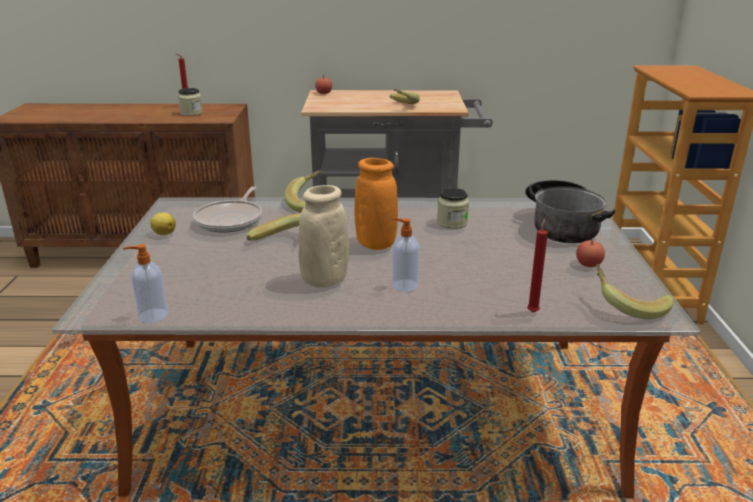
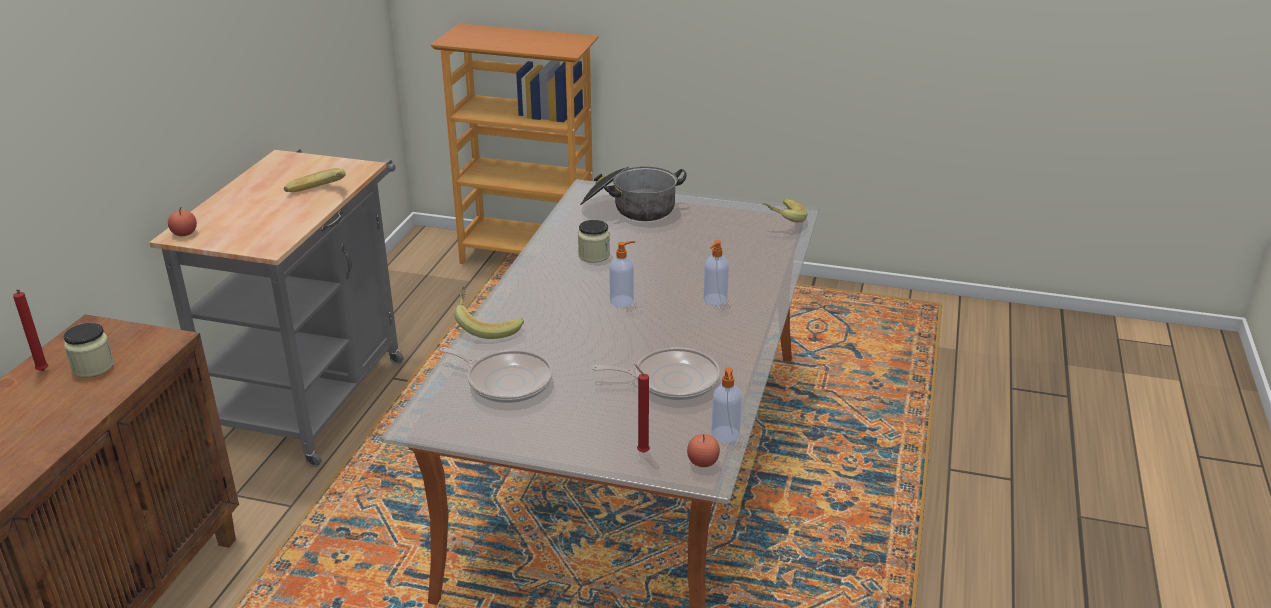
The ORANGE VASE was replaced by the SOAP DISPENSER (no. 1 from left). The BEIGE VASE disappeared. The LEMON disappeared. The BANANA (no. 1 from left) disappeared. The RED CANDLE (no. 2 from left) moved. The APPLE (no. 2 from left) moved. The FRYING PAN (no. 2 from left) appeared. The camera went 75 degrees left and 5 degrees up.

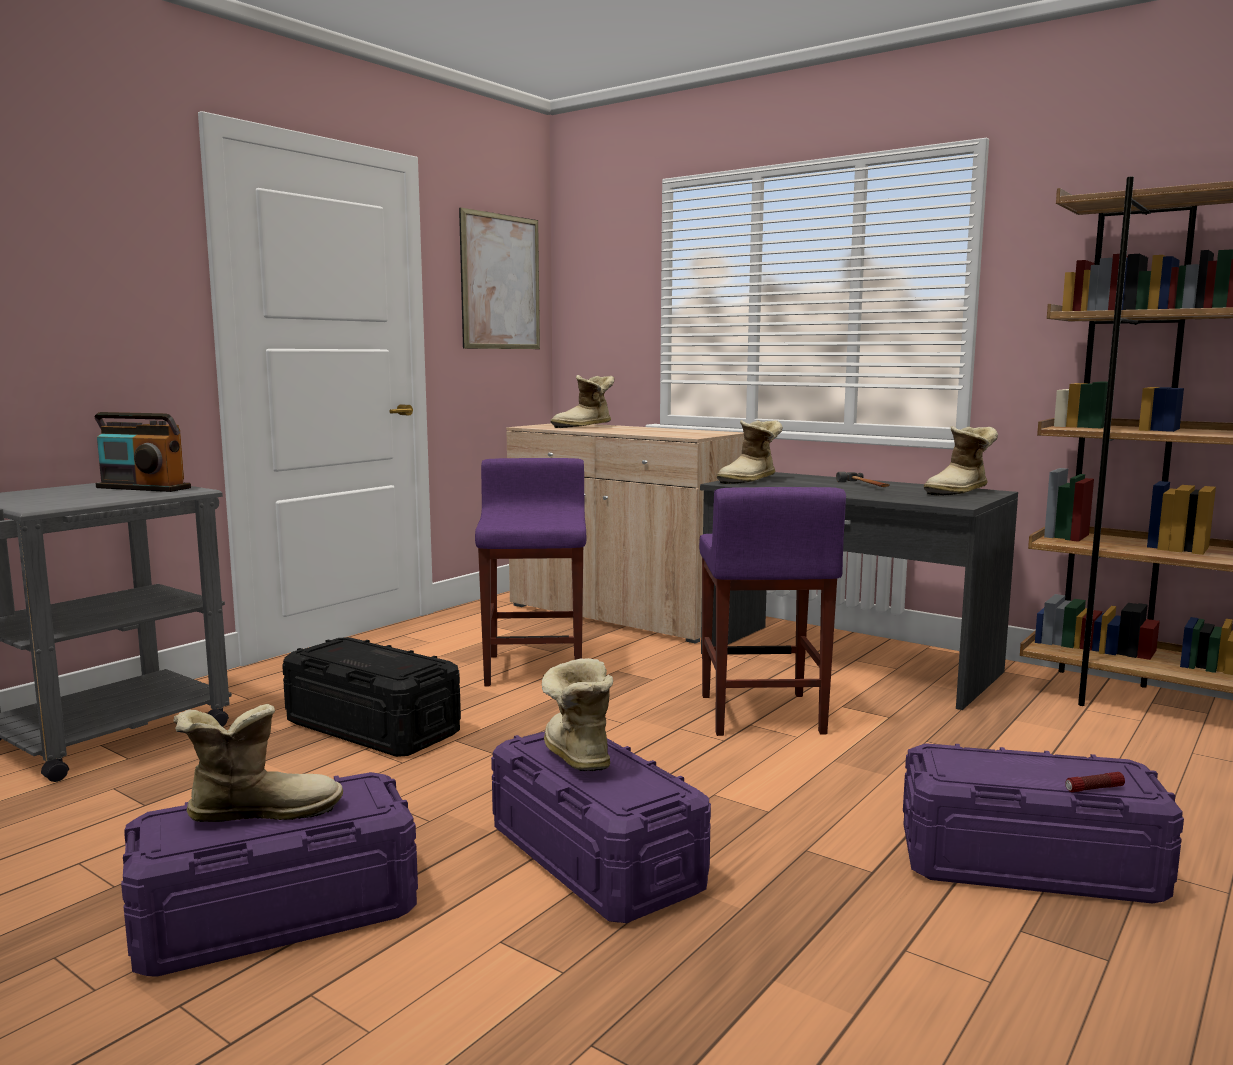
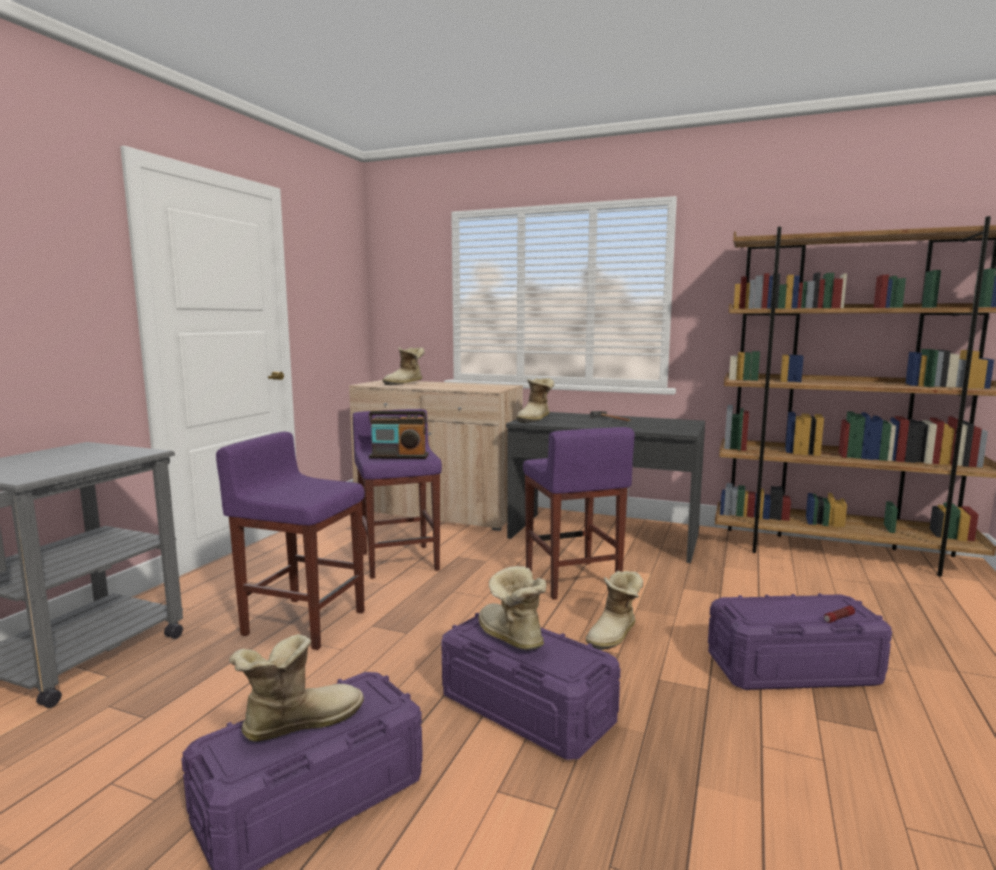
The PICTURE disappeared. The RADIO moved. The BOOT (no. 5 from left) moved. The BLACK STORAGE BOX was replaced by the PURPLE STOOL (no. 1 from left). The camera went 15 degrees left and 0 degrees up.

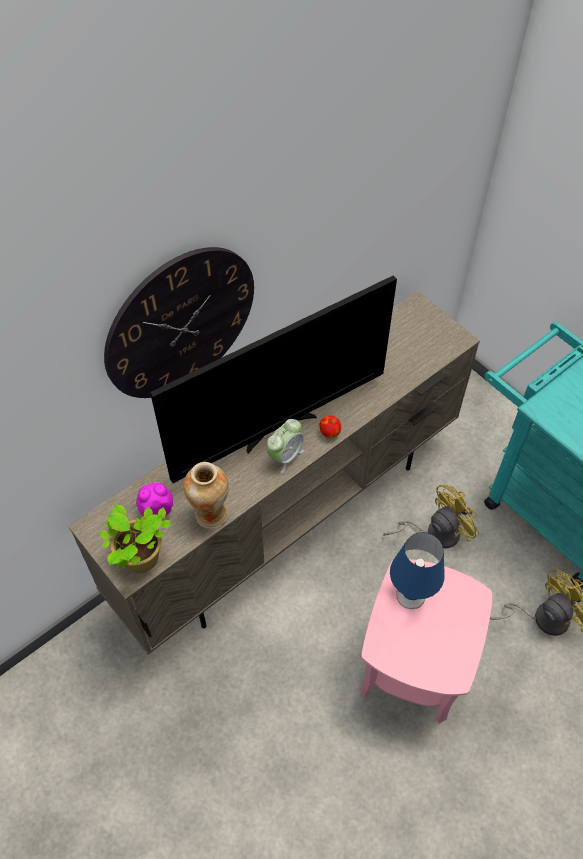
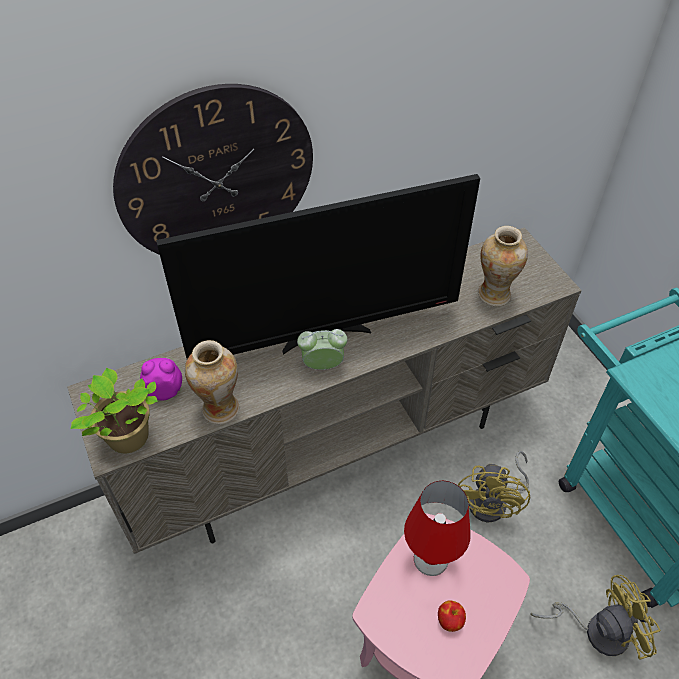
The APPLE moved. The ALARM CLOCK (no. 2 from left) turned 150 degrees counterclockwise. The YELLOW FAN (no. 1 from left) turned 120 degrees clockwise. The BLUE TABLE LAMP became the RED TABLE LAMP. The VASE (no. 2 from left) appeared. The camera went 15 degrees right and 5 degrees down.

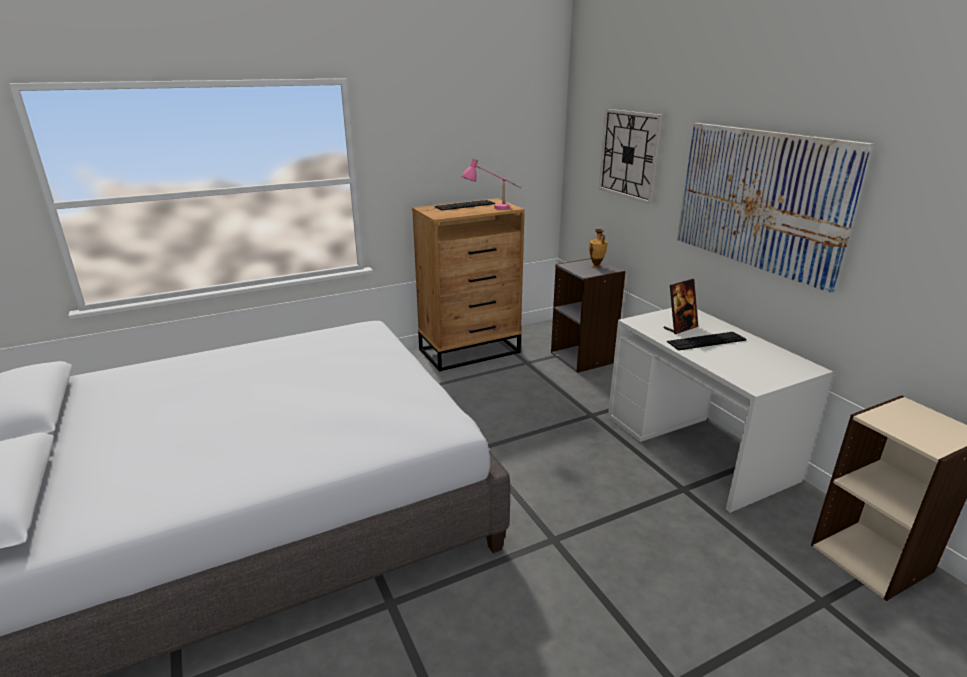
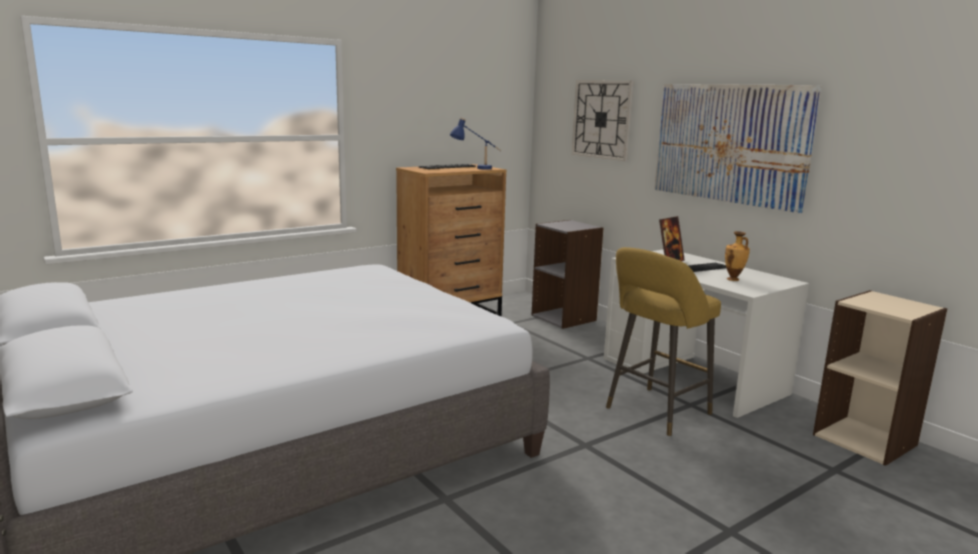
The PINK TABLE LAMP became the BLUE TABLE LAMP. The VASE moved. The YELLOW STOOL appeared. The camera went 10 degrees left and 10 degrees down.

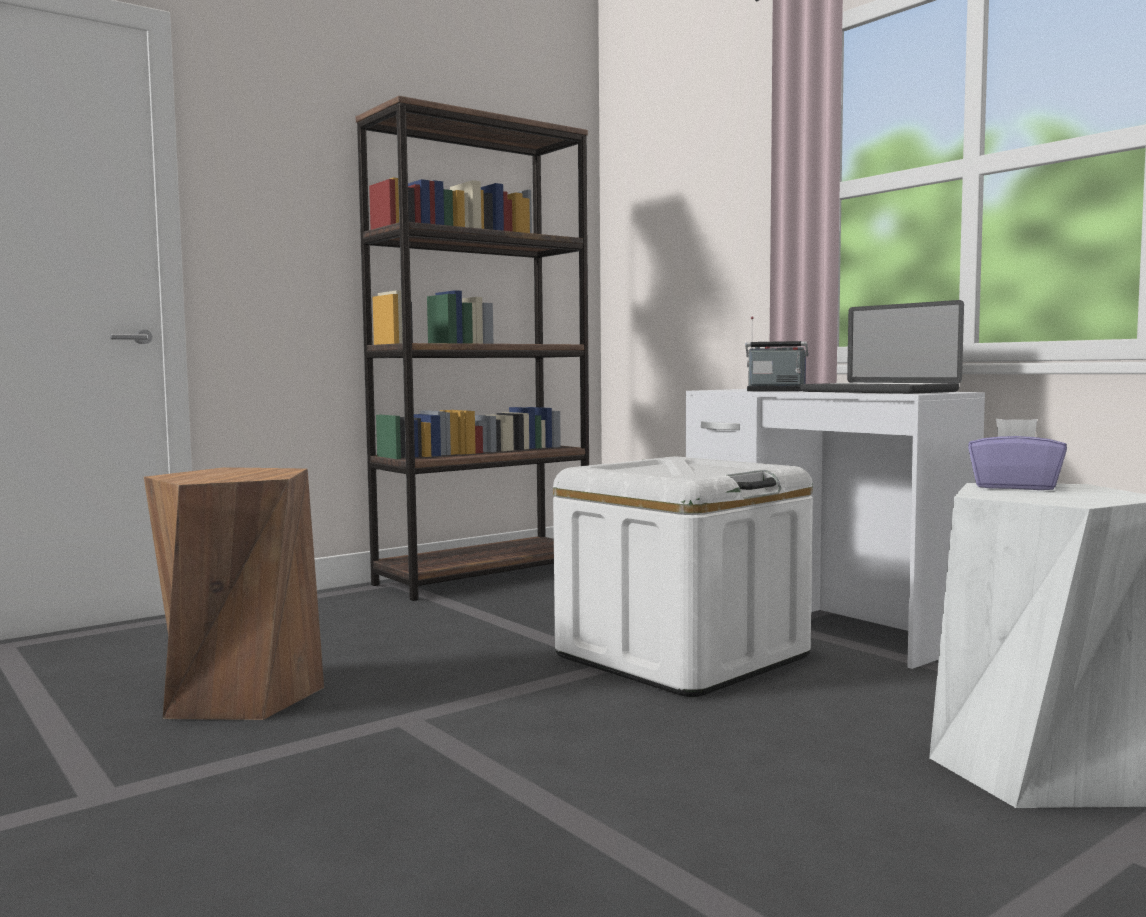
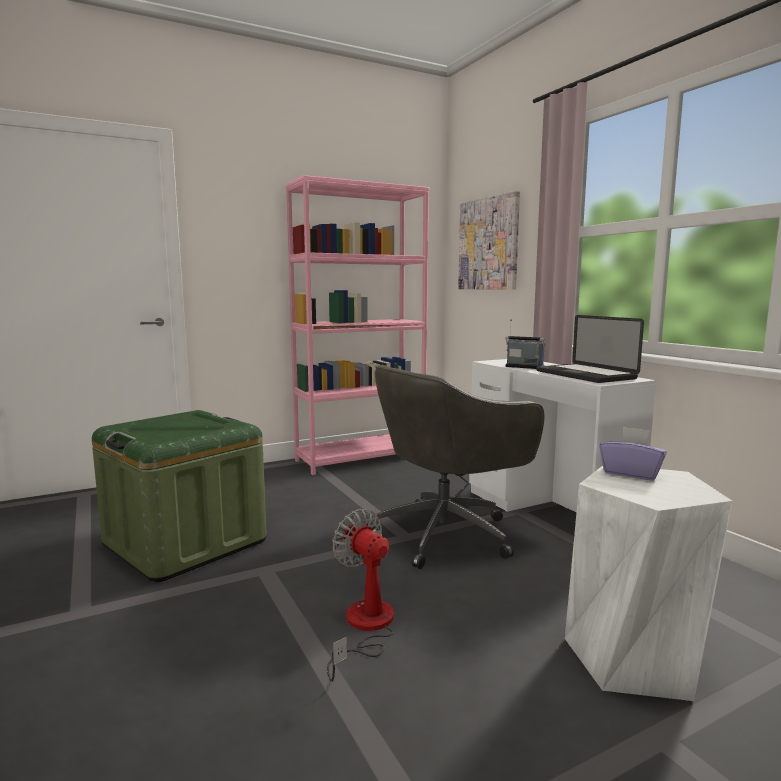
The BROWN BOOKCASE became the PINK BOOKCASE. The WHITE STORAGE BOX was replaced by the GREY OFFICE CHAIR. The BROWN STOOL was replaced by the GREEN STORAGE BOX. The PICTURE appeared. The FAN appeared. The camera went 10 degrees right and 5 degrees up.

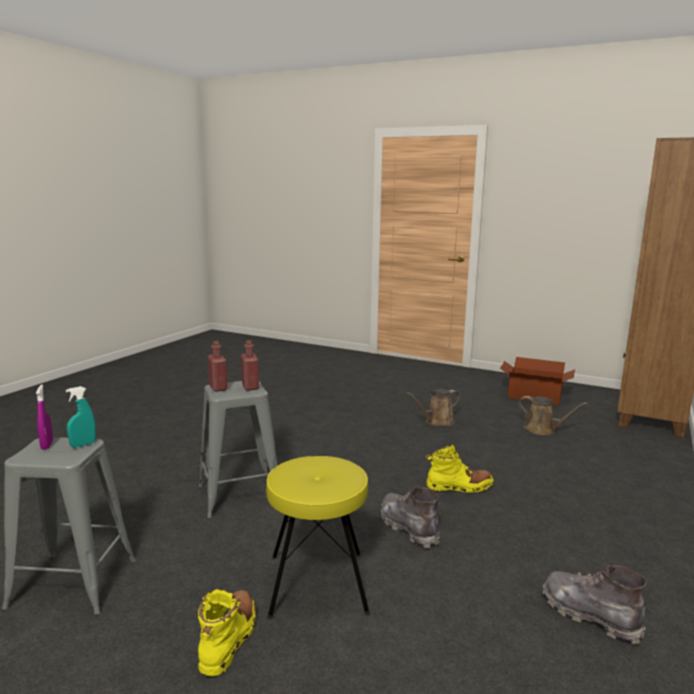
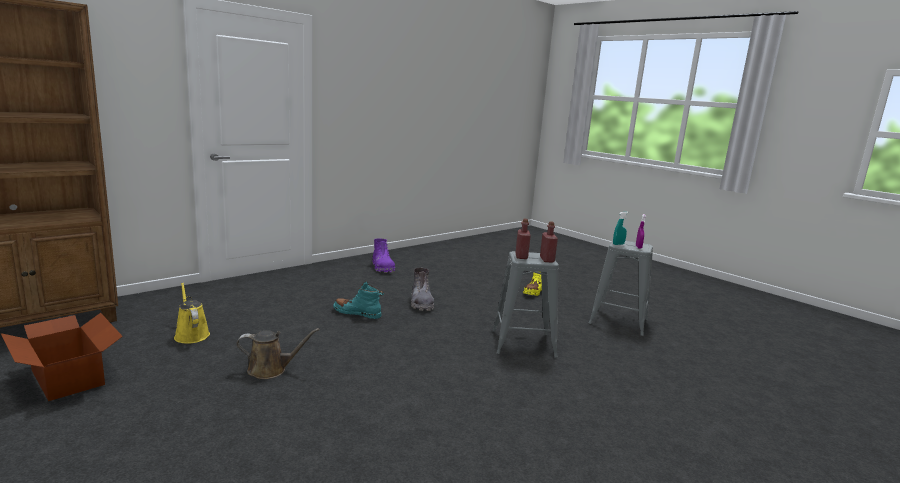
The BROWN WATERING CAN (no. 2 from left) became the YELLOW WATERING CAN. The YELLOW BOOT (no. 2 from left) became the TURQUOISE BOOT. The YELLOW STOOL disappeared. The GREY BOOT (no. 2 from left) became the PURPLE BOOT. The camera went 160 degrees left and 0 degrees up.

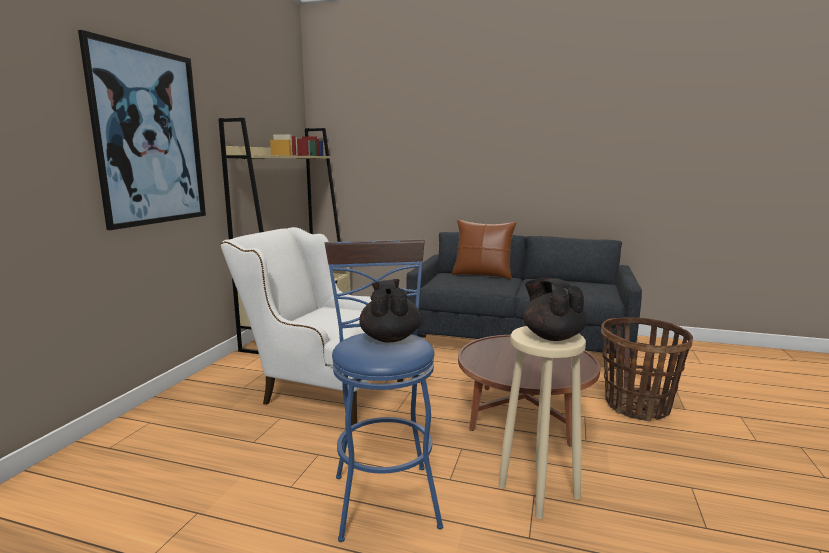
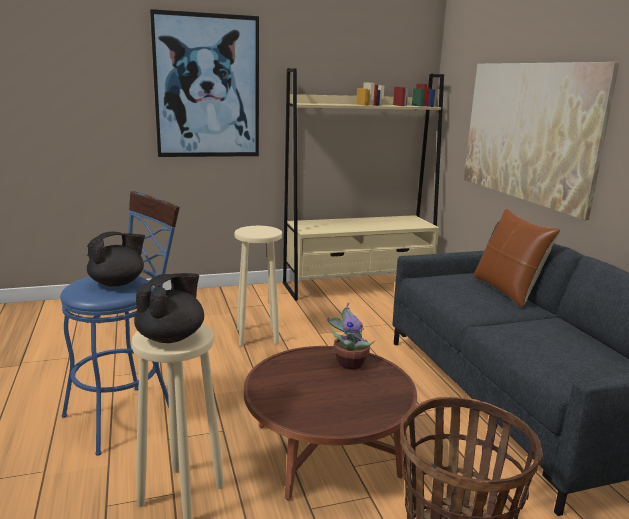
The WHITE ARMCHAIR was replaced by the BEIGE STOOL (no. 2 from left). The PICTURE (no. 2 from left) appeared. The POTTED PLANT appeared. The camera went 55 degrees right and 5 degrees up.

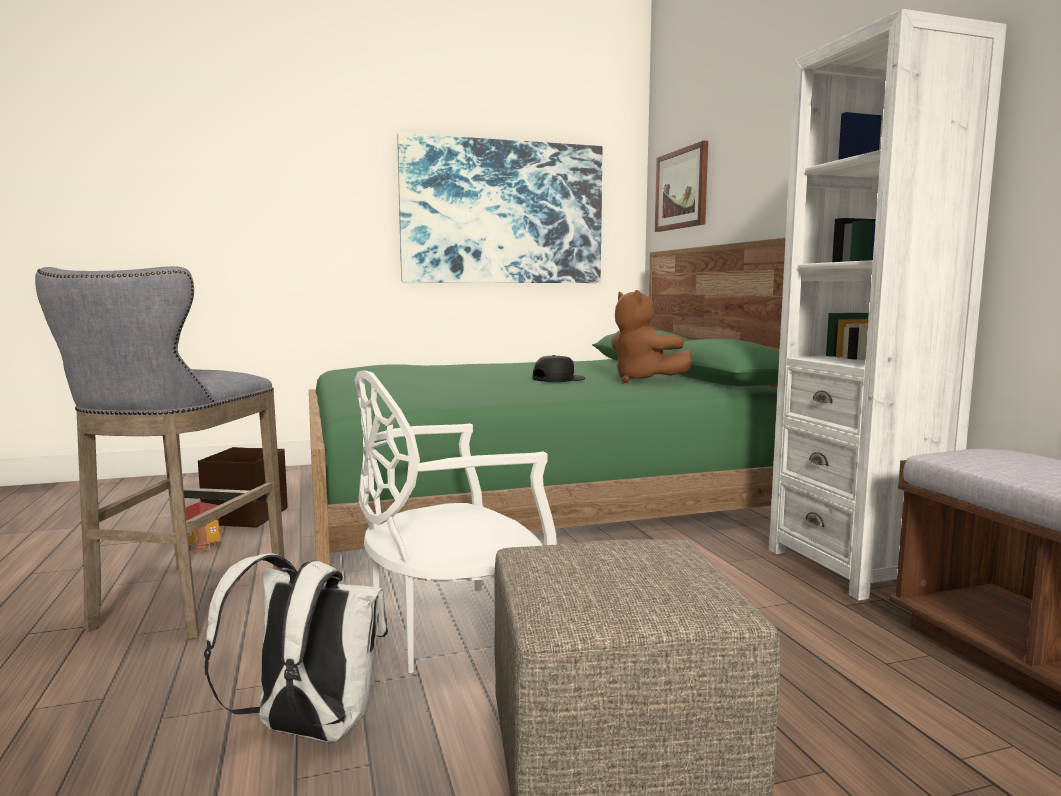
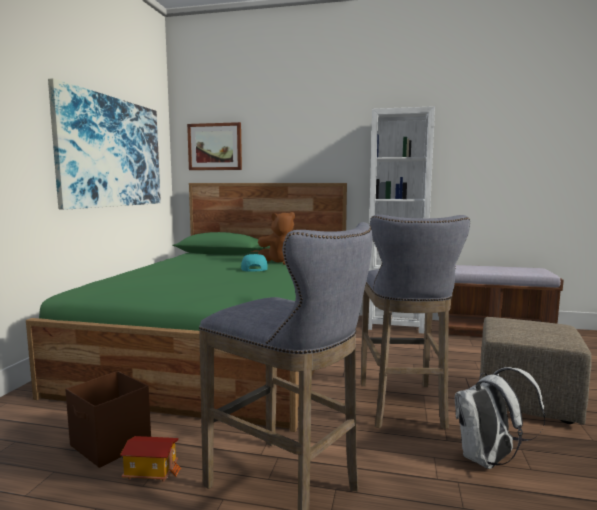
The BLACK CAP became the TURQUOISE CAP. The WHITE CHAIR was replaced by the GREY STOOL (no. 2 from left). The camera went 60 degrees left and 0 degrees up.

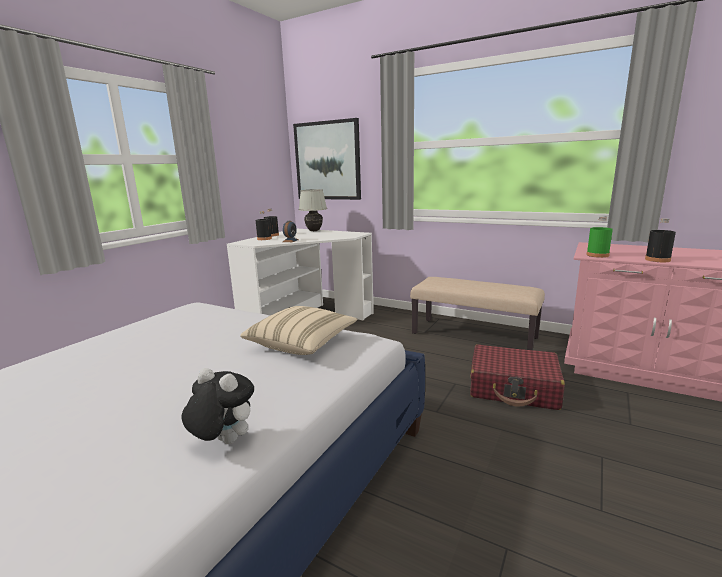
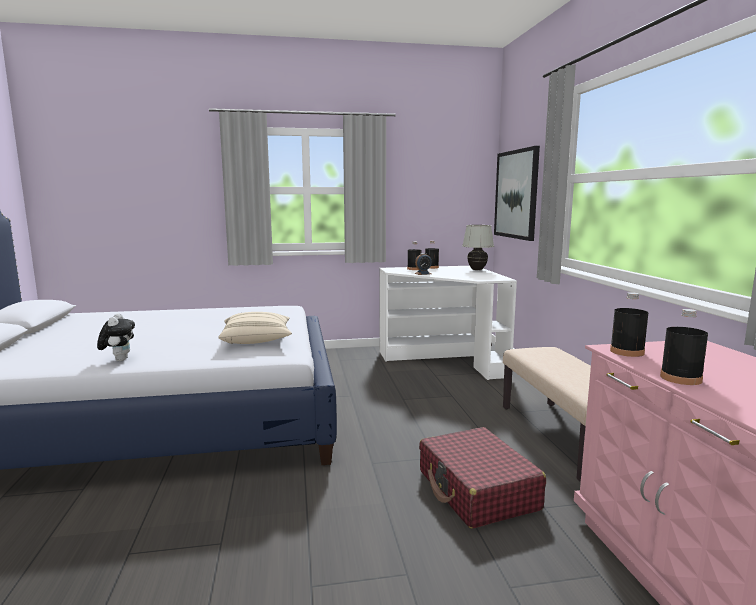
The GREEN BOTTLE became the BLACK BOTTLE (no. 3 from left). The camera went 50 degrees right and 5 degrees down.

